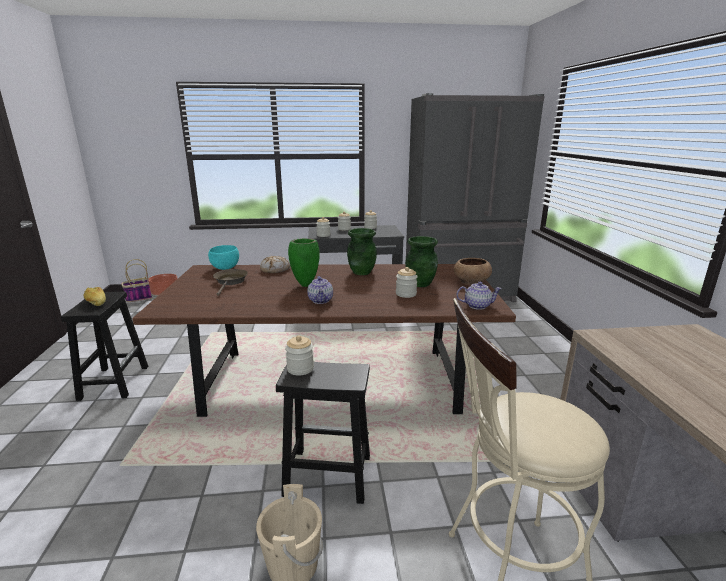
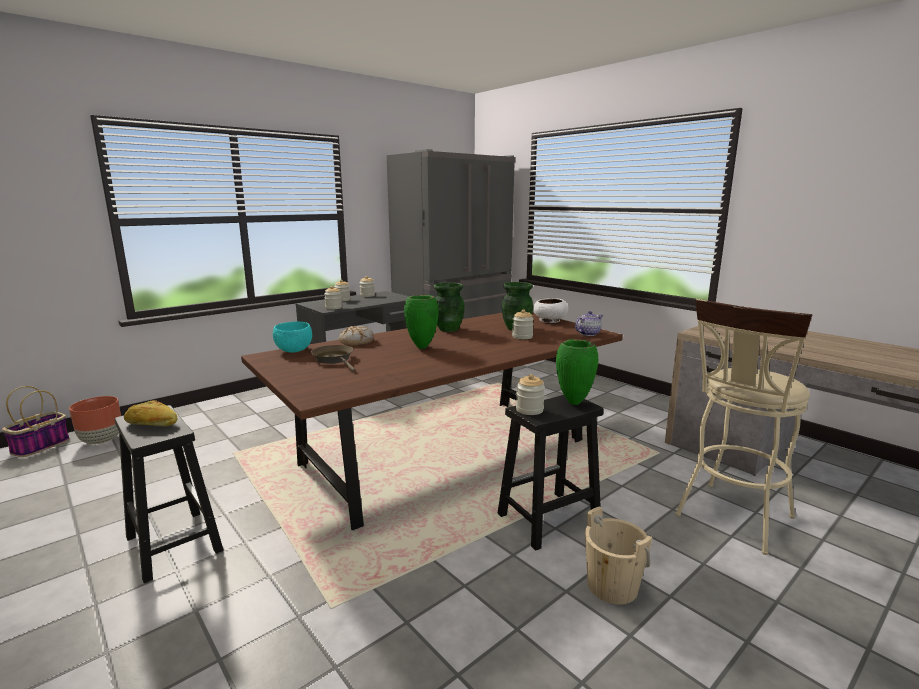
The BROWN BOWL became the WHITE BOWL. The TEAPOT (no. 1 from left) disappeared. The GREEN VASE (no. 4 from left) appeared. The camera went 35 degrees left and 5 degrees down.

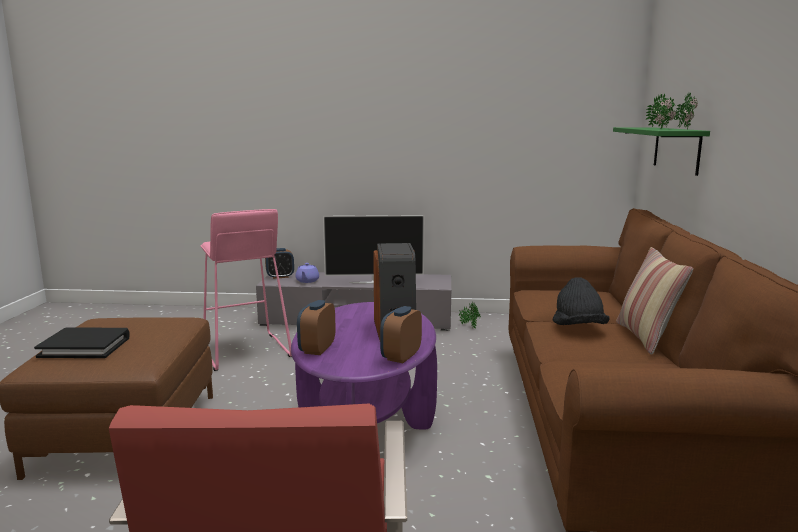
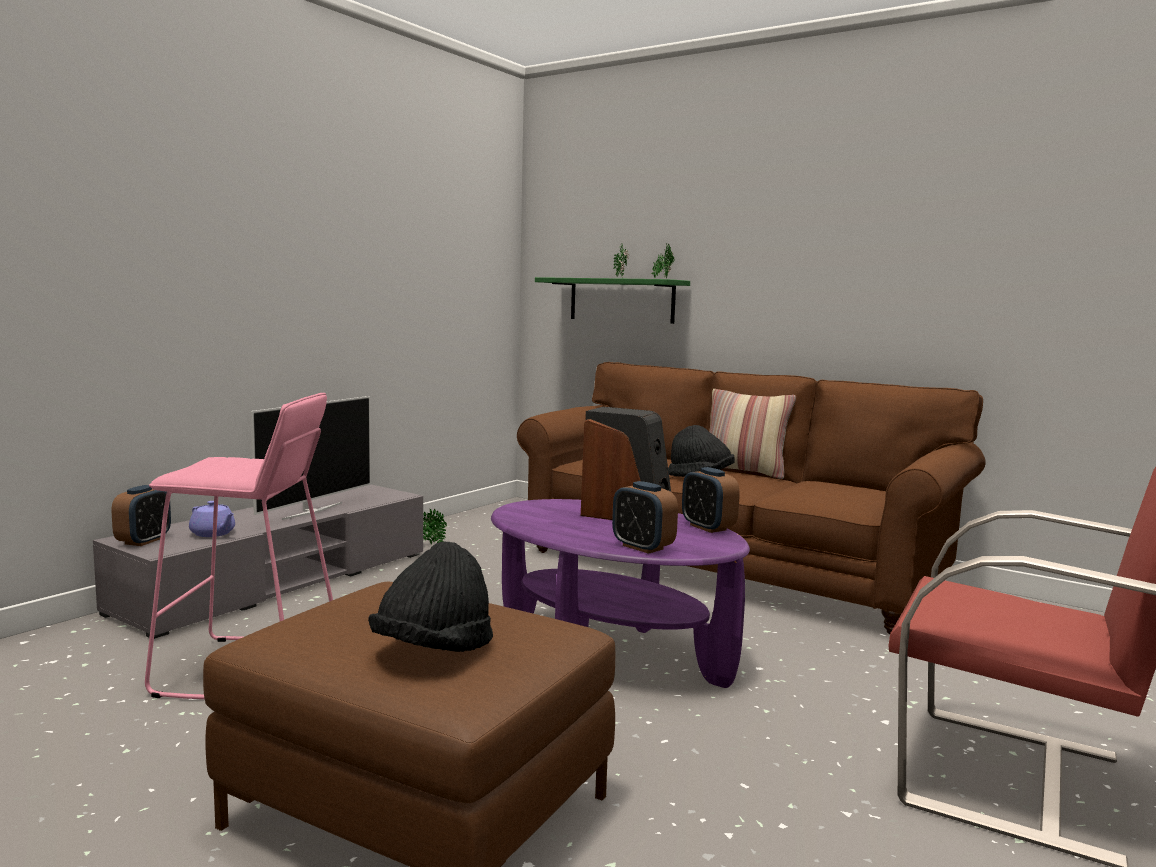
The BLACK BOOK was replaced by the BLACK HAT (no. 1 from left). The camera went 60 degrees left and 5 degrees down.

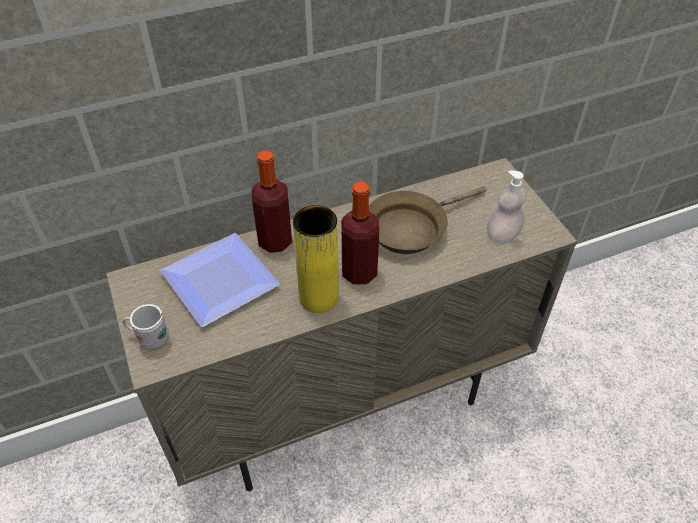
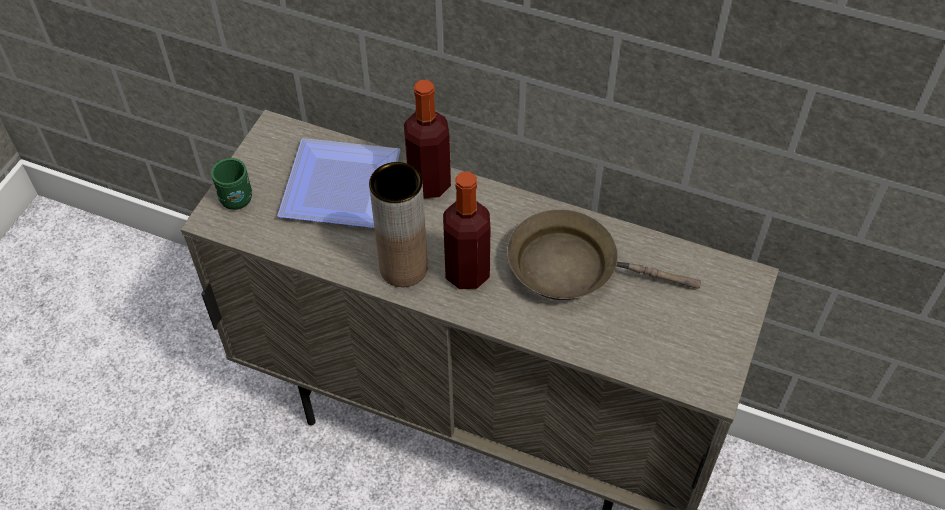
The SOAP DISPENSER disappeared. The YELLOW VASE became the BROWN VASE. The WHITE MUG became the GREEN MUG. The camera went 45 degrees right and 5 degrees up.

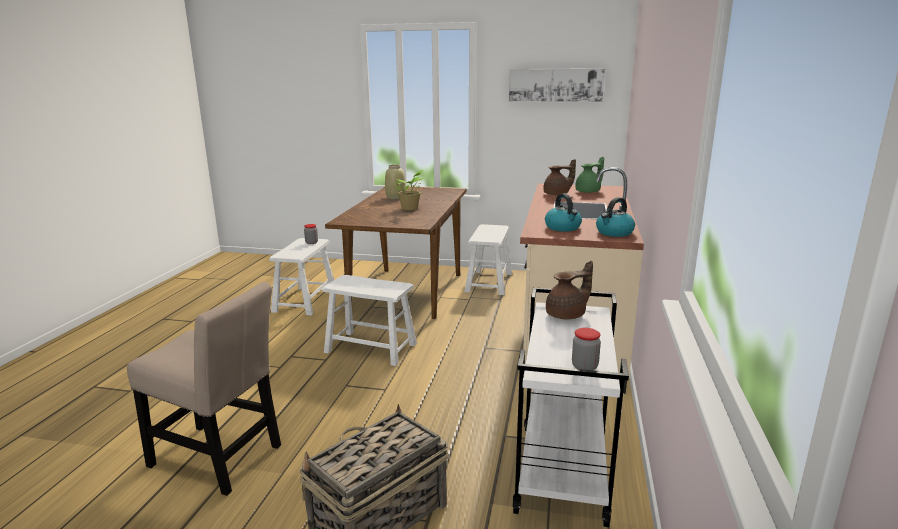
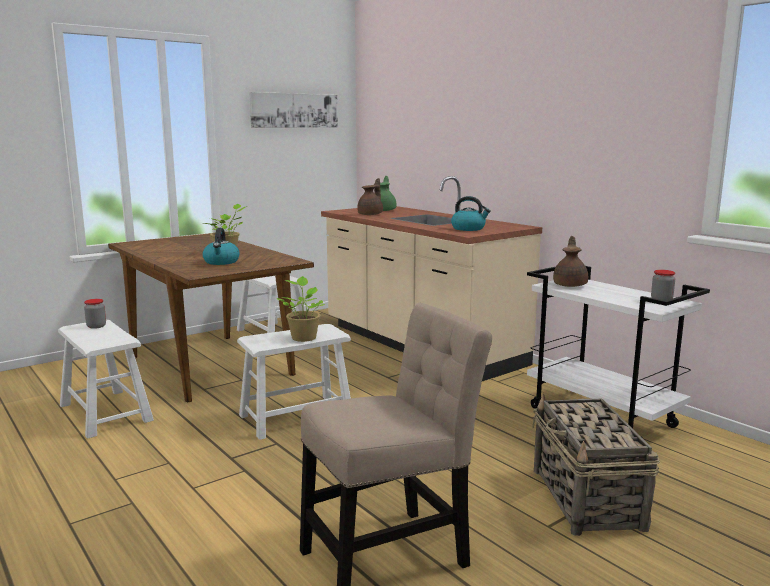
The BEIGE VASE disappeared. The KETTLE (no. 2 from left in the first image) moved. The POTTED PLANT (no. 2 from left) appeared. The camera went 50 degrees left and 5 degrees down.

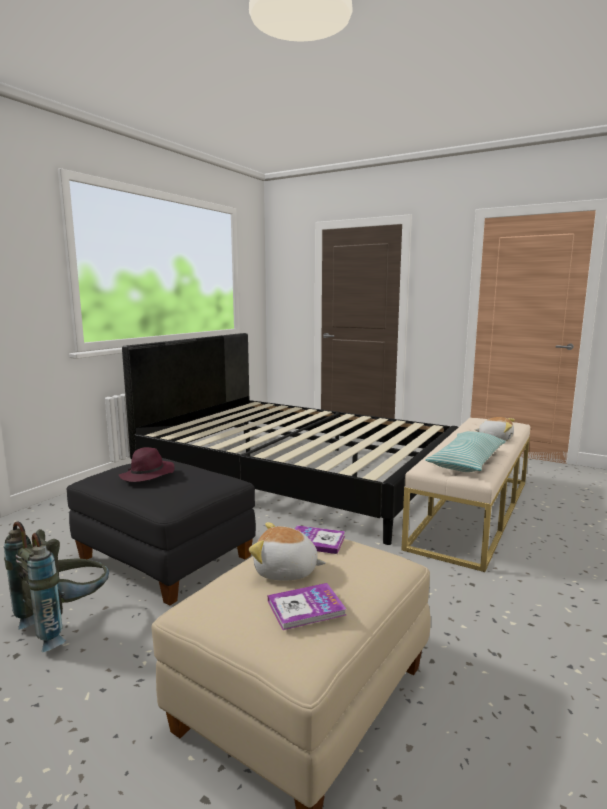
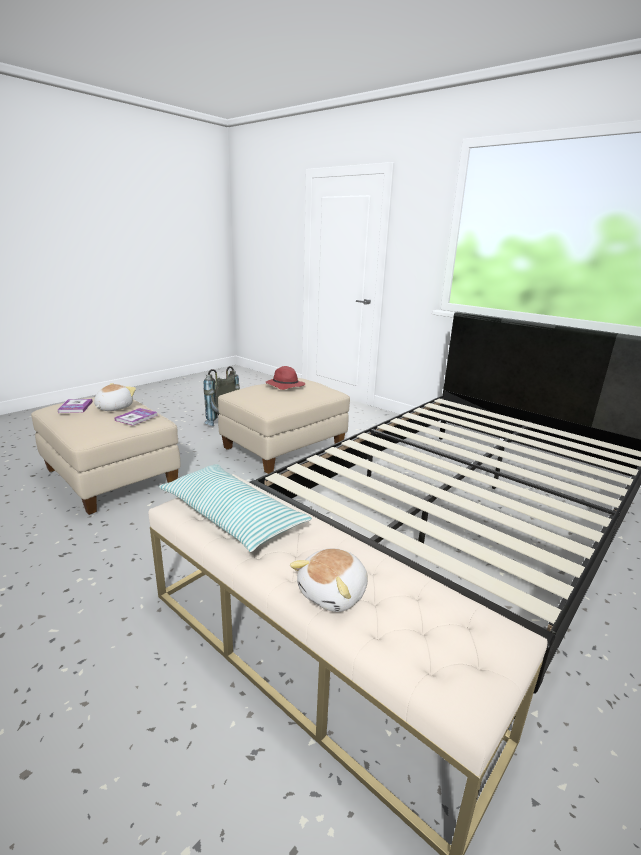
The PURPLE HAT became the RED HAT. The BLACK OTTOMAN became the BEIGE OTTOMAN (no. 2 from left). The camera went 100 degrees right and 10 degrees up.

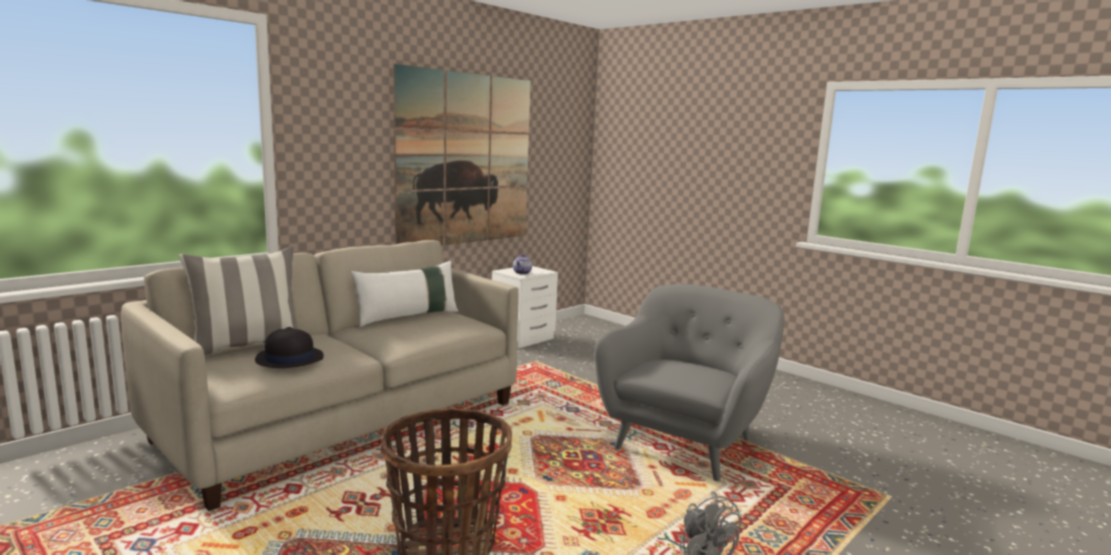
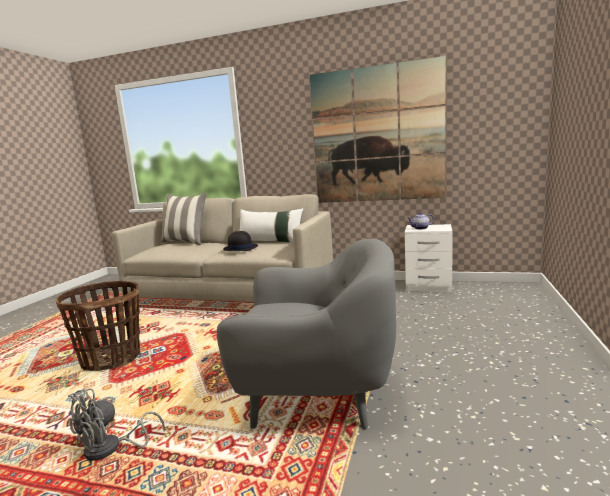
The BLACK HAT moved. The camera went 65 degrees right and 0 degrees up.

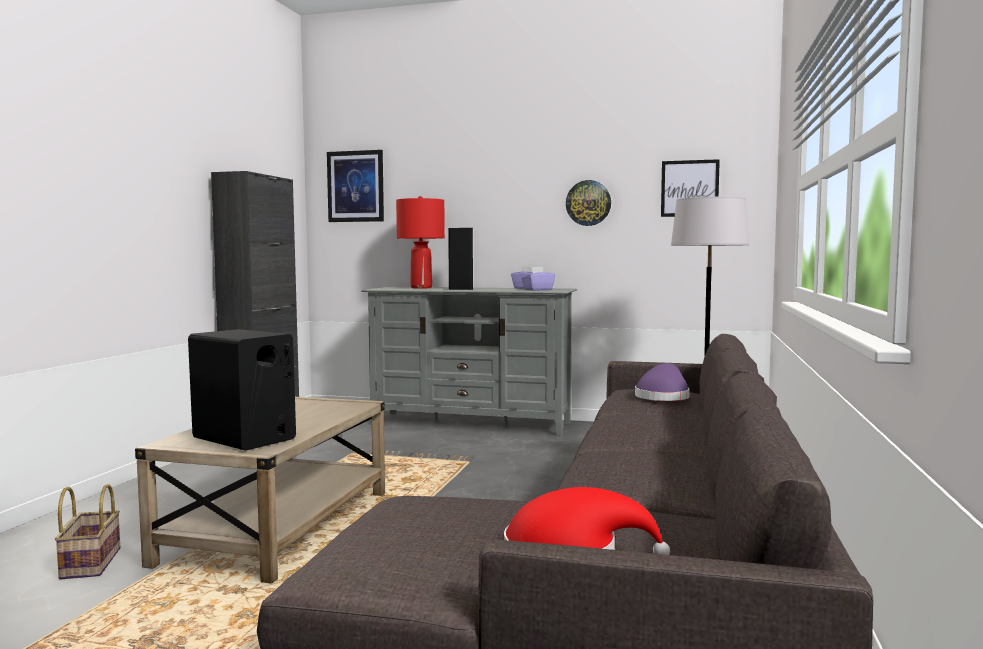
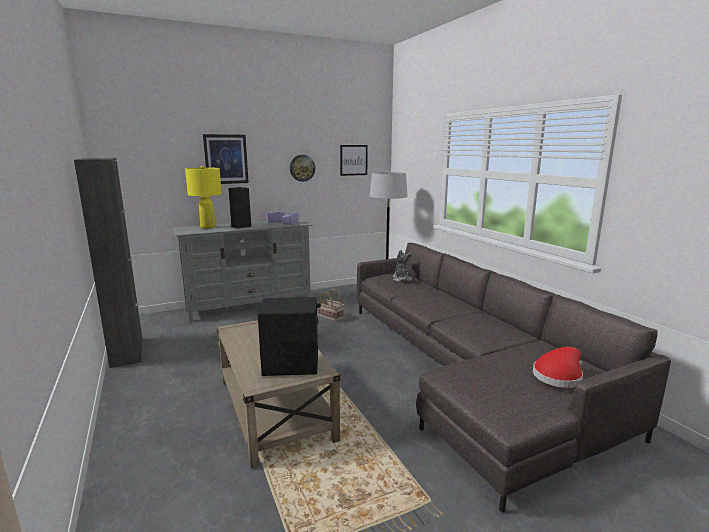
The PICTURE (no. 1 from left) moved. The RED TABLE LAMP became the YELLOW TABLE LAMP. The PURPLE HAT was replaced by the PLUSH TOY. The BASKET moved. The camera went 40 degrees left and 10 degrees up.

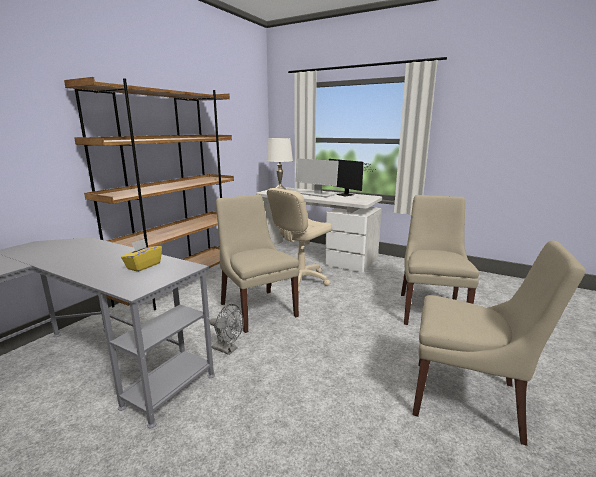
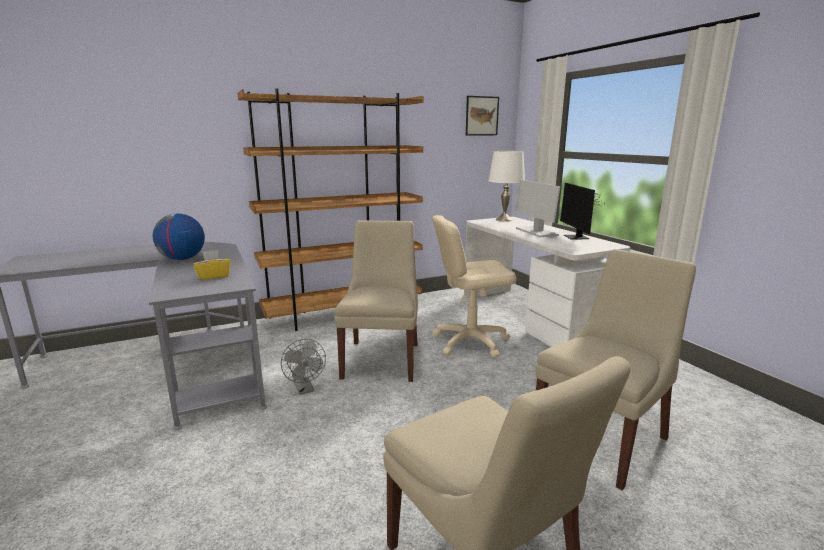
The PICTURE appeared. The GLOBE appeared. The camera went 35 degrees right and 0 degrees up.

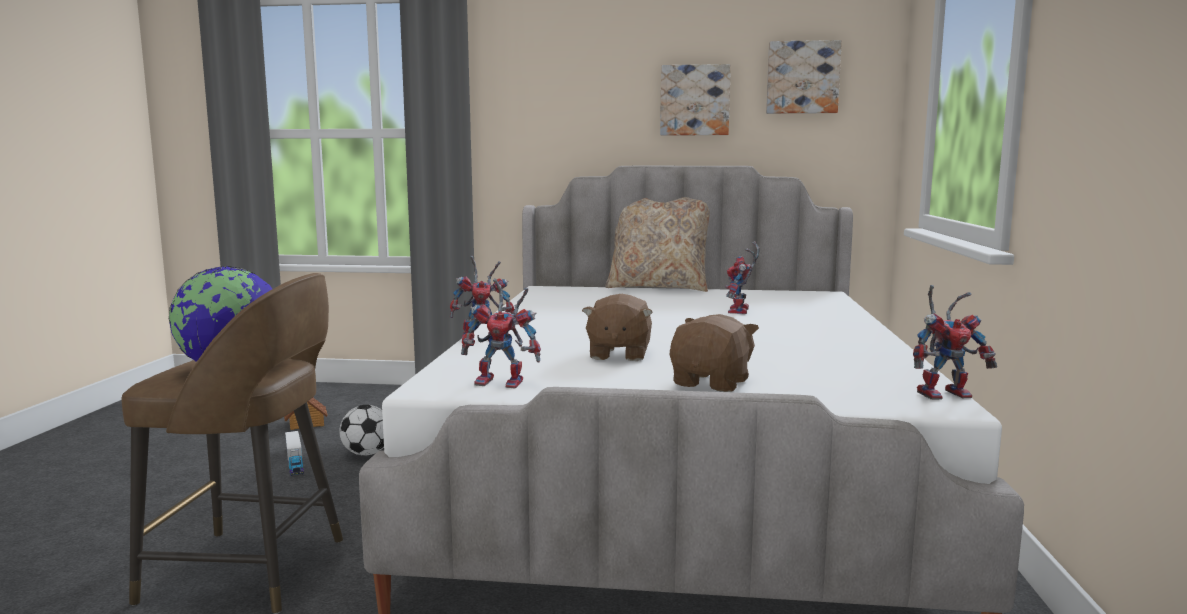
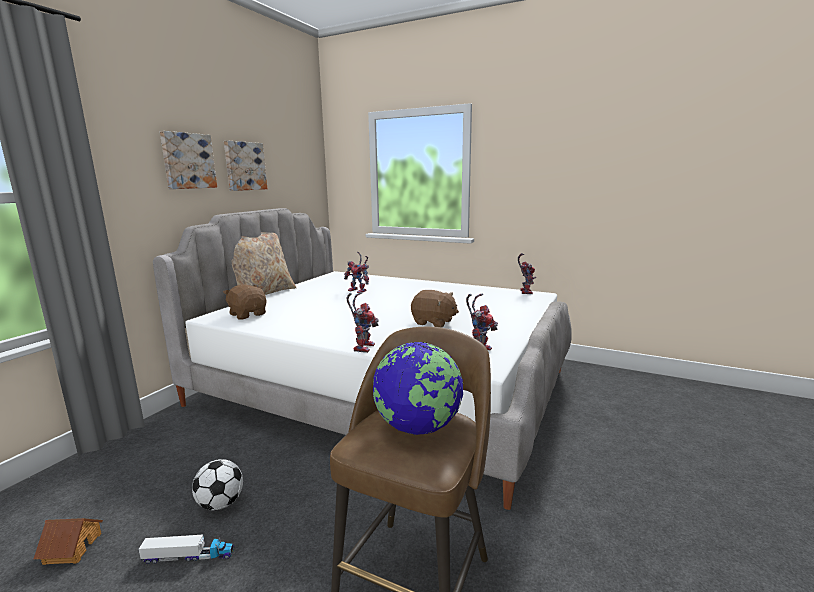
The PICTURE (no. 2 from left in the first image) moved. The BROWN PLUSH TOY (no. 2 from left in the first image) moved. The camera went 70 degrees left and 5 degrees up.

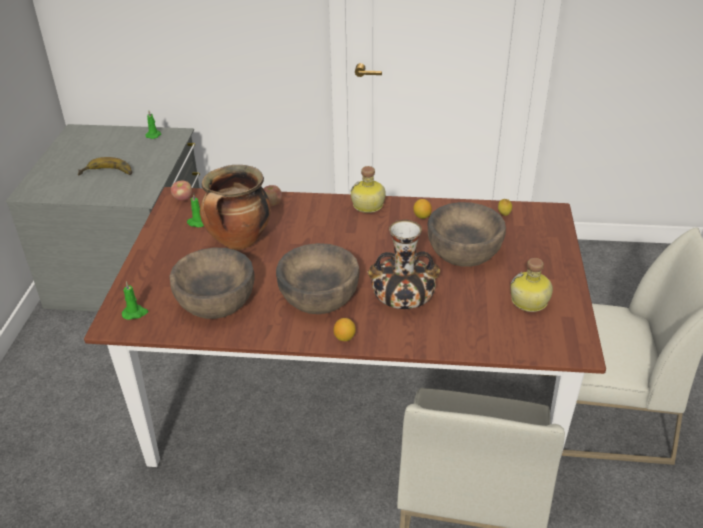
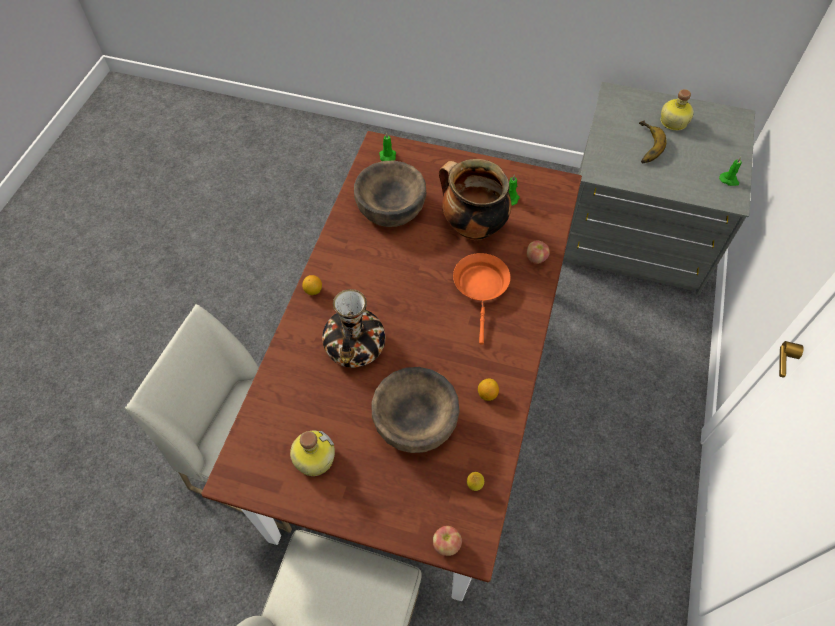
The BOTTLE (no. 1 from left in the first image) moved. The APPLE (no. 1 from left) moved. The BROWN BOWL (no. 2 from left) disappeared. The ORANGE FRYING PAN appeared. The camera went 100 degrees right and 20 degrees up.

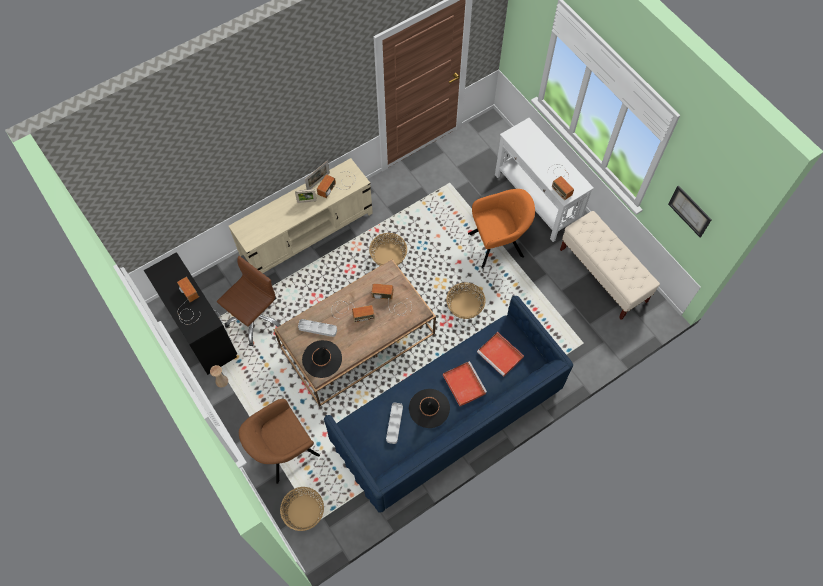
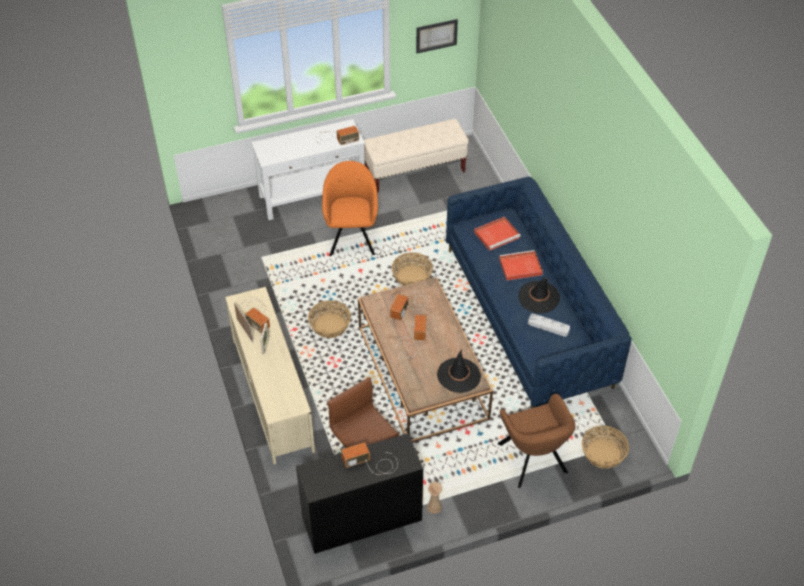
The GREY TRAY (no. 1 from left) disappeared. The camera went 75 degrees left and 15 degrees down.

